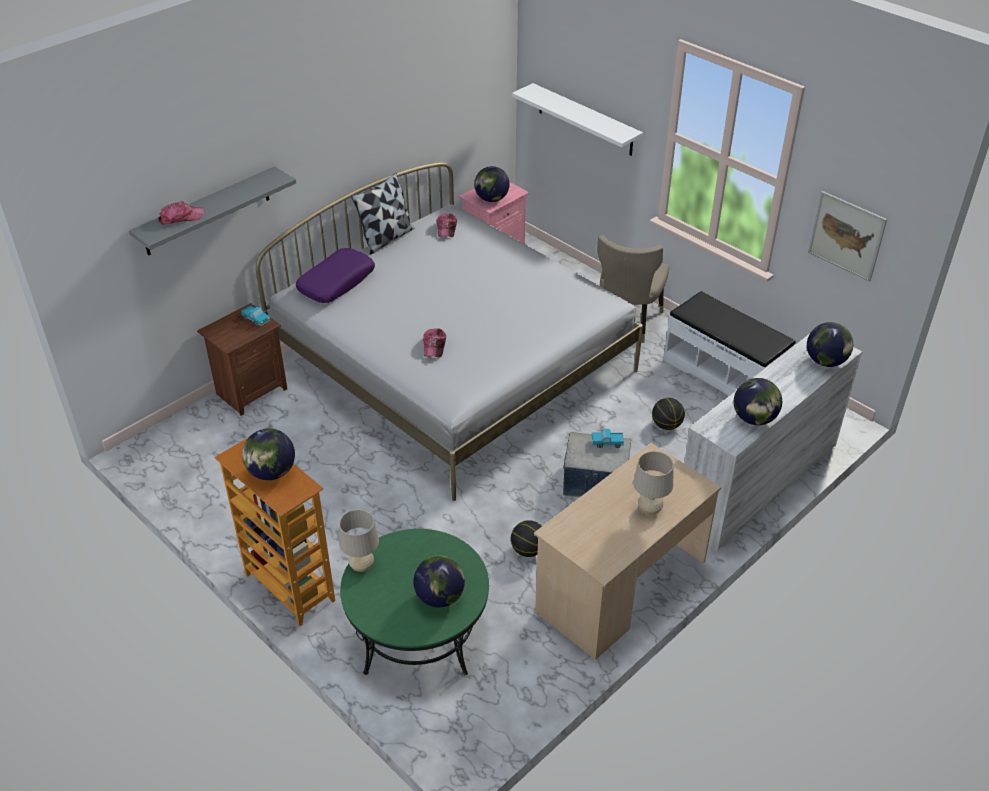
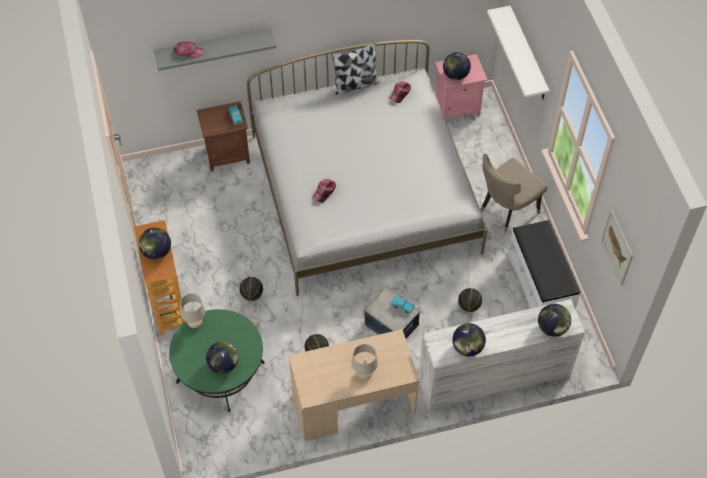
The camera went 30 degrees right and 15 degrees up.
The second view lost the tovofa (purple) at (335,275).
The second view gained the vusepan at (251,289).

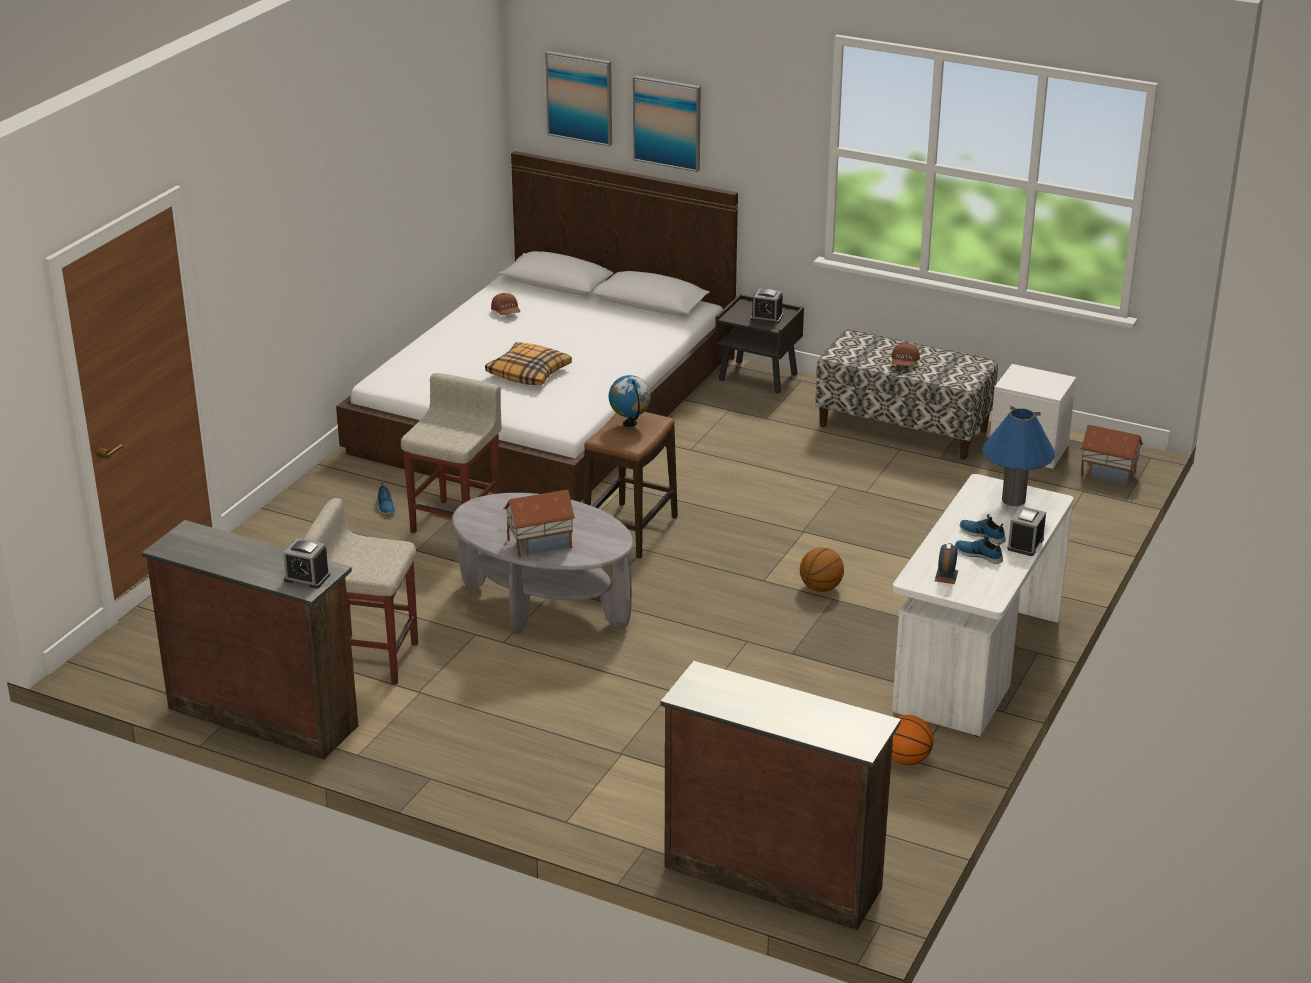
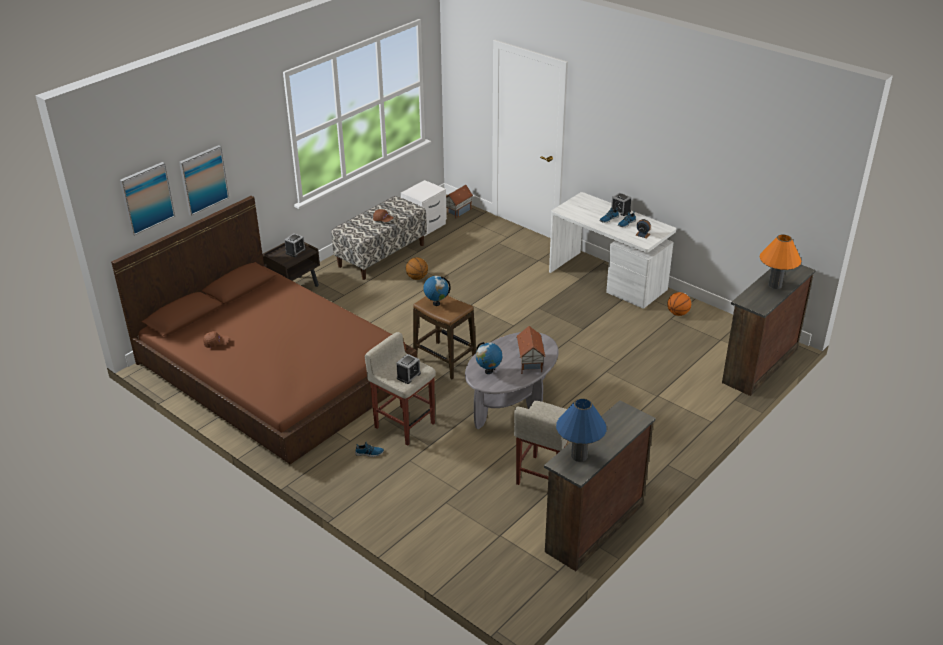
The camera went 75 degrees left and 5 degrees up.
The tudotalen ended up elsewhere, having gone from (306,563) to (408,369).
What was the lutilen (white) at (537,326) turned into the lutilen (brown) at (264,330).
The second view lost the tovofa at (528,364).
The vusepan ended up elsewhere, having gone from (822,569) to (417,269).
The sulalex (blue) ended up elsewhere, having gone from (1019,457) to (581,430).
The second view gained the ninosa at (489,358).
The second view gained the sulalex (orange) at (780,261).

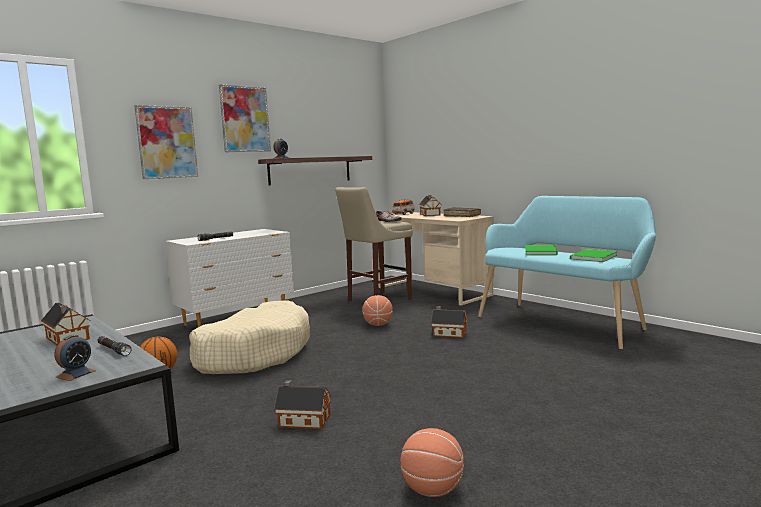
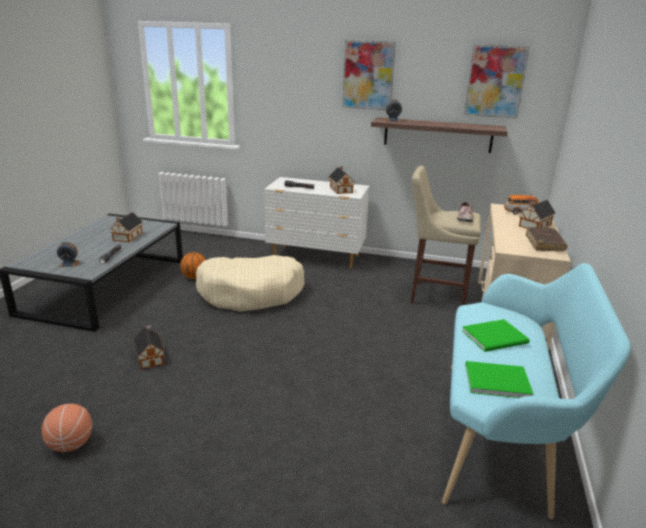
The camera went 55 degrees right and 15 degrees up.
The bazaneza ended up elsewhere, having gone from (166,142) to (497,81).
The second view lost the vusepan at (378,310).
The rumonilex ended up elsewhere, having gone from (449,322) to (341,180).

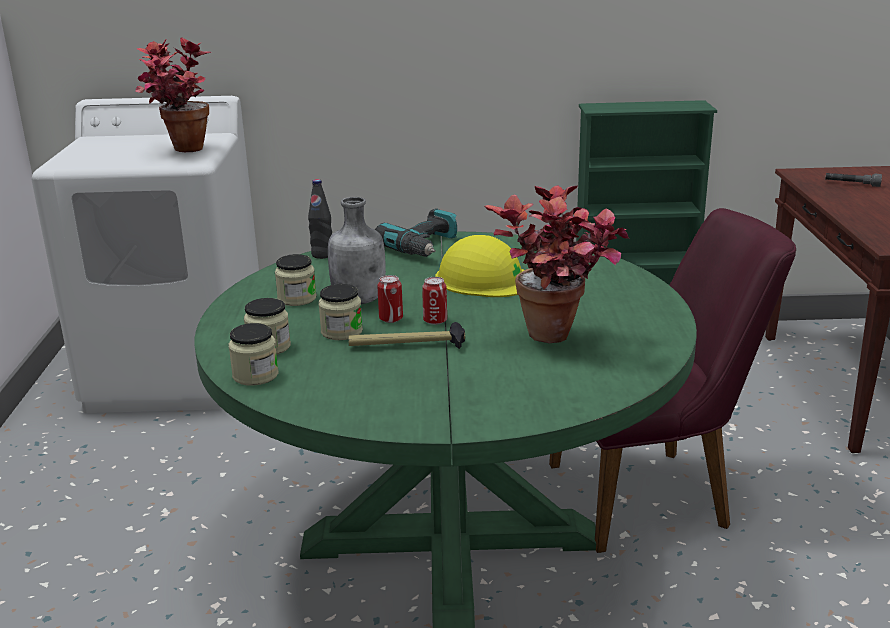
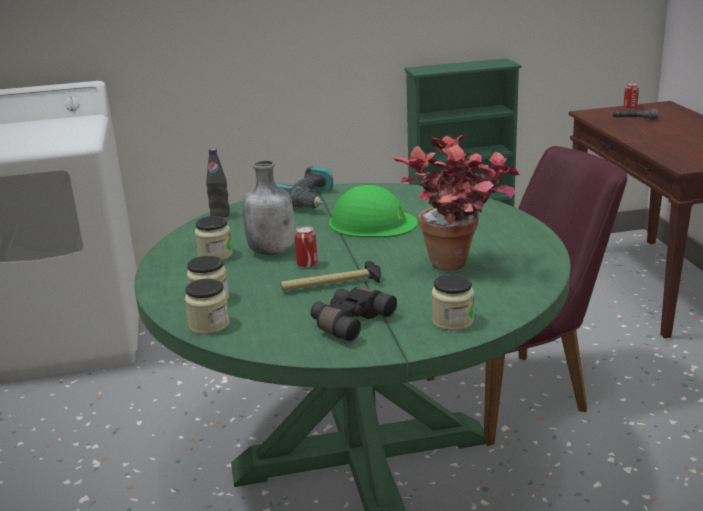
The camera went 10 degrees left and 0 degrees up.
The second view lost the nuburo at (173,94).
The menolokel ended up elsewhere, having gone from (341,312) to (453,302).
The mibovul ended up elsewhere, having gone from (434,301) to (631,96).
What was the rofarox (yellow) at (479,266) turned into the rofarox (green) at (373,211).
The second view gained the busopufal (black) at (354,314).

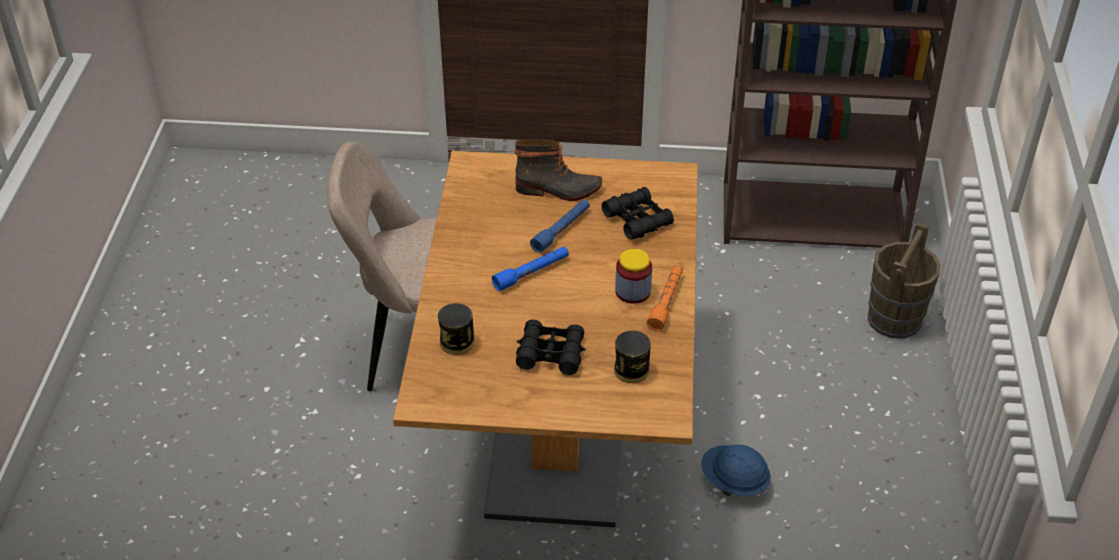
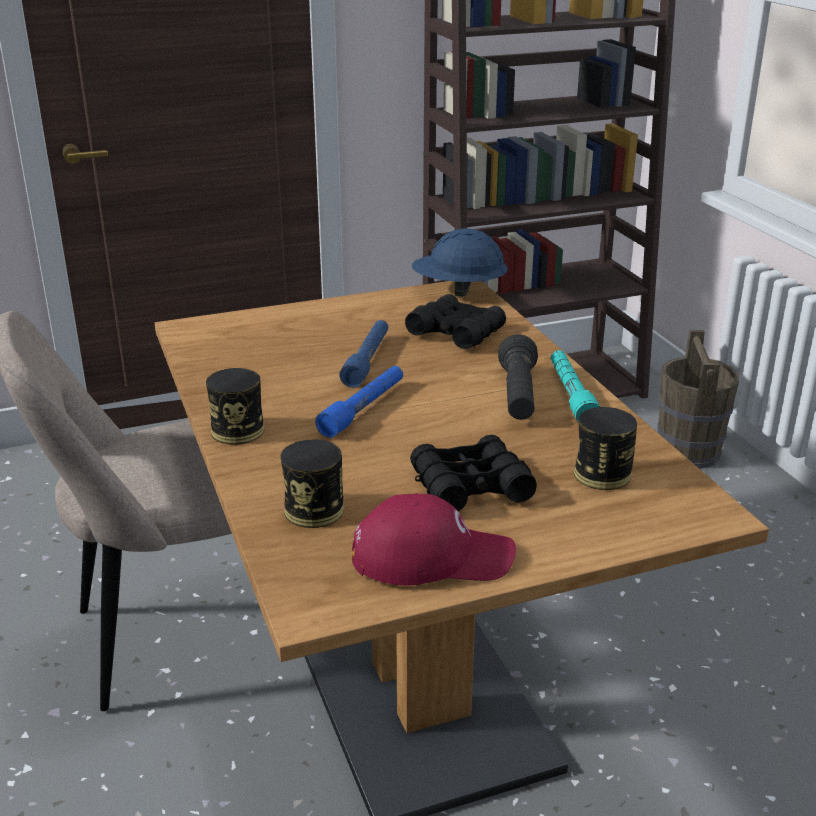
The camera went 25 degrees left and 15 degrees down.
The second view lost the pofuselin at (558,170).
Where the menolokel stood at (633,276), the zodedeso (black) came to stand at (518,377).
What was the zodedeso (orange) at (665,297) turned into the zodedeso (turquoise) at (575,386).
The rofarox (blue) ended up elsewhere, having gone from (736,470) to (460,262).
The second view gained the mibovul at (235,406).
The second view gained the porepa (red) at (434,539).

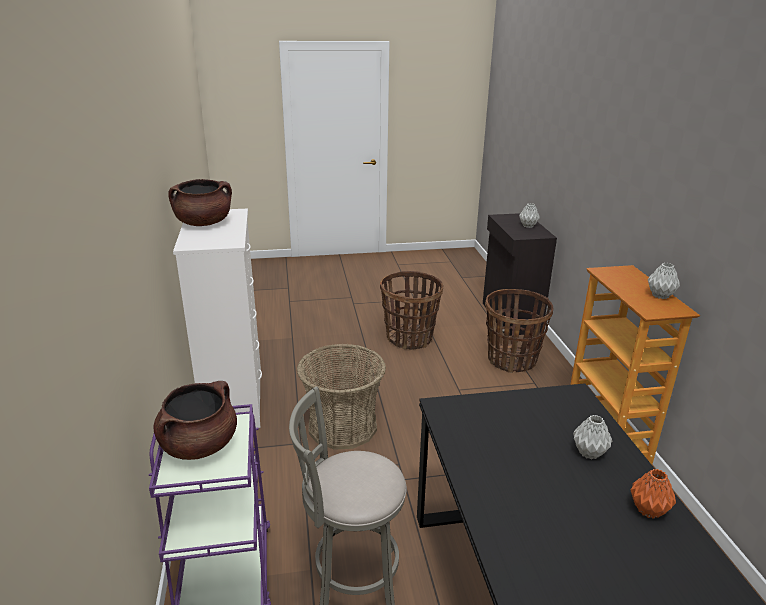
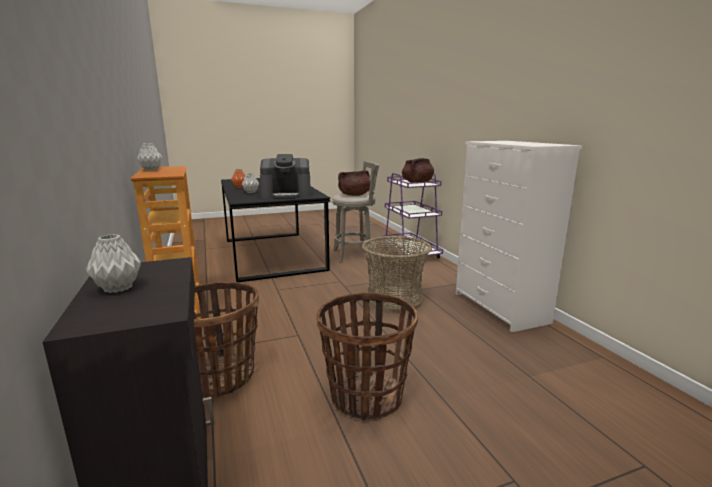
The camera went 170 degrees right and 10 degrees down.
The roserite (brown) ended up elsewhere, having gone from (200,202) to (354,183).
The second view gained the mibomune at (285,176).

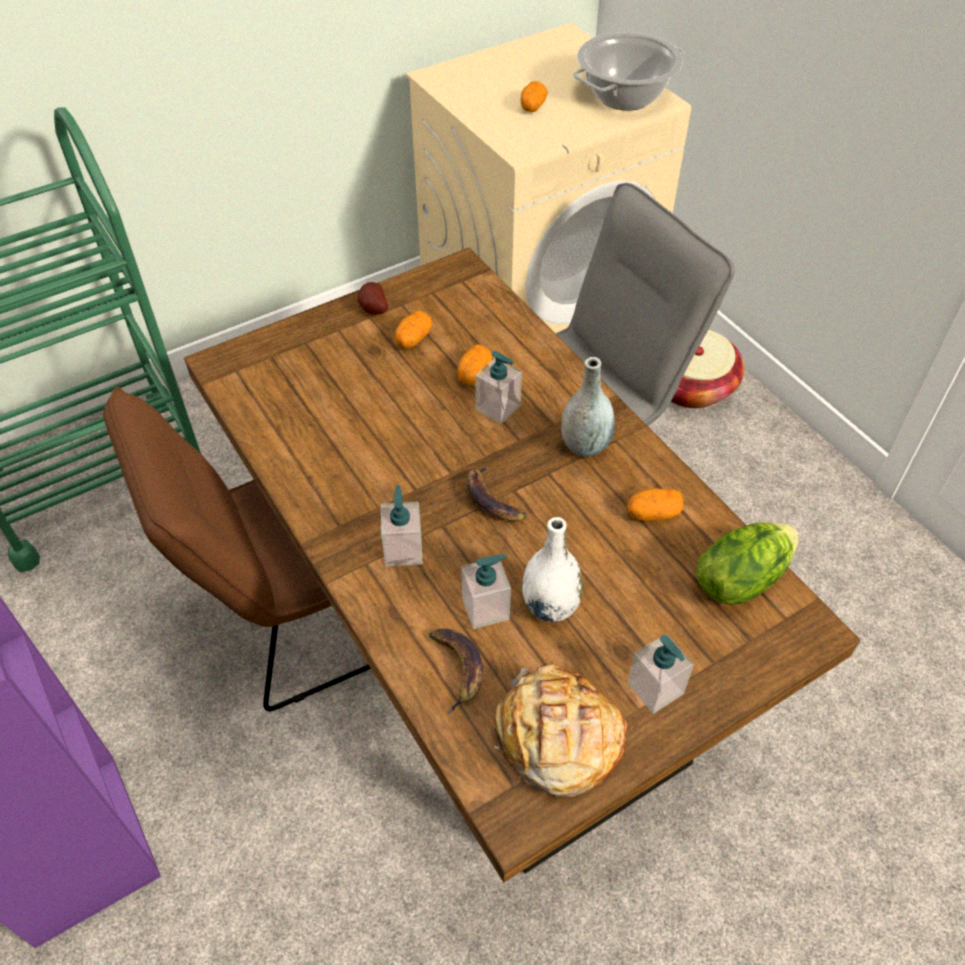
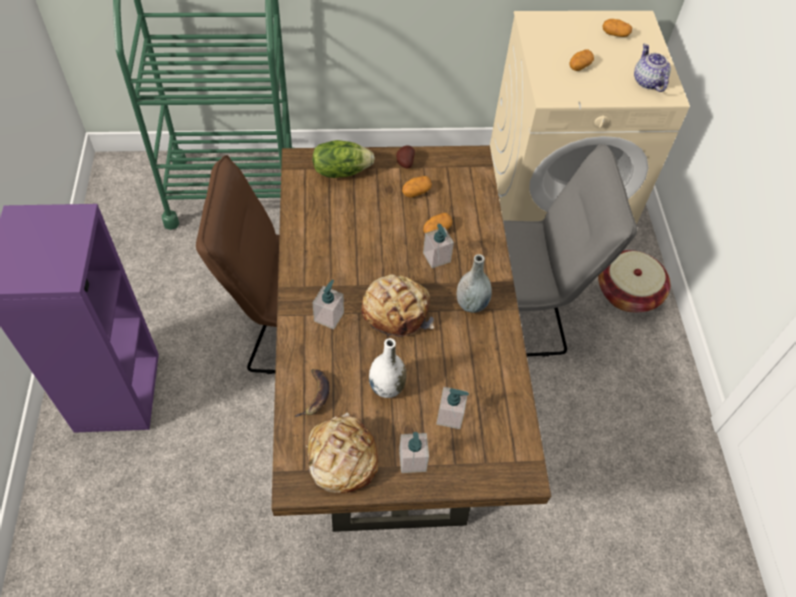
The camera went 25 degrees right and 5 degrees up.
The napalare ended up elsewhere, having gone from (486,591) to (452,408).
Where the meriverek stood at (496,493), the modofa came to stand at (397,305).
Where the roserite stood at (628,71), the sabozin came to stand at (652,67).
The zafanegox ended up elsewhere, having gone from (655,504) to (617,28).
The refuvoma ended up elsewhere, having gone from (747,563) to (343,159).

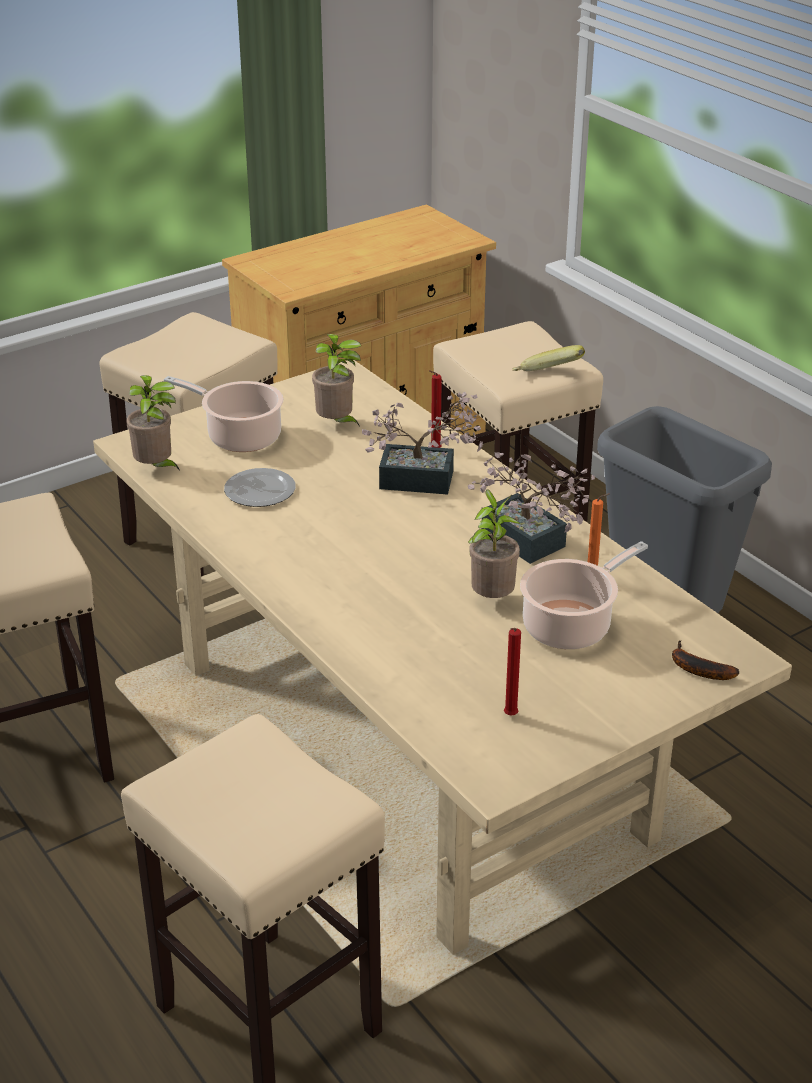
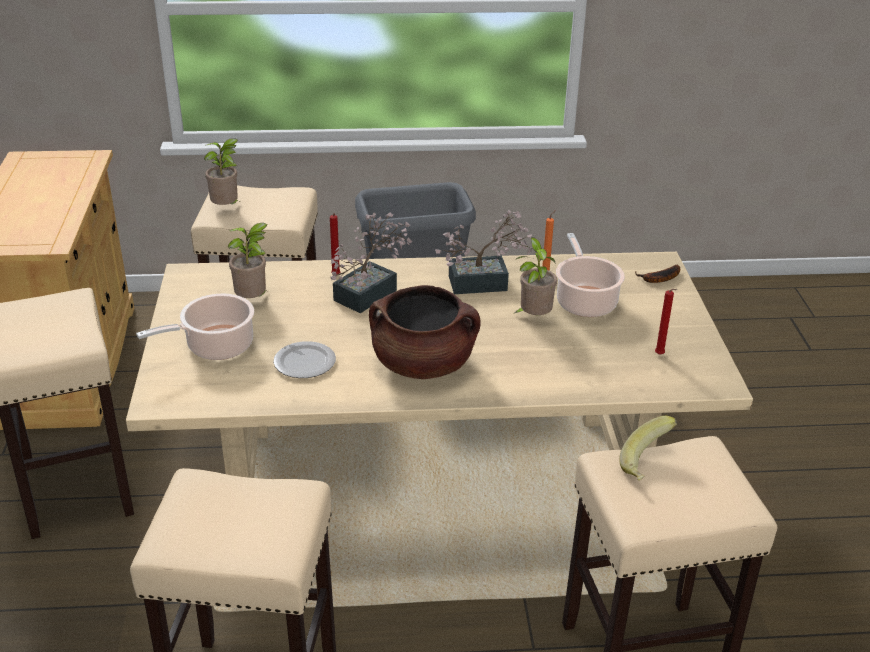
The camera went 60 degrees left and 0 degrees up.
The nuburo ended up elsewhere, having gone from (153,423) to (221,171).
The meriverek ended up elsewhere, having gone from (548,358) to (648,448).
The second view gained the roserite (brown) at (425,332).

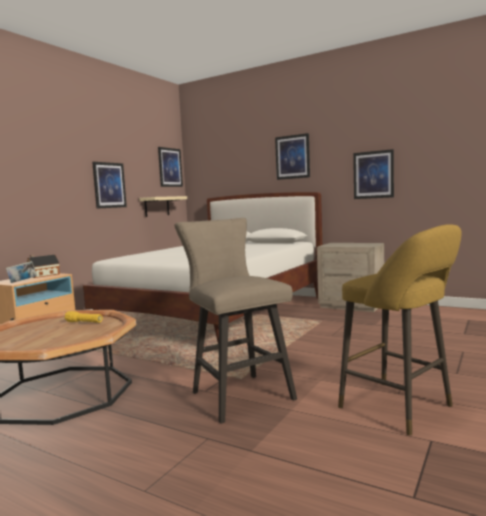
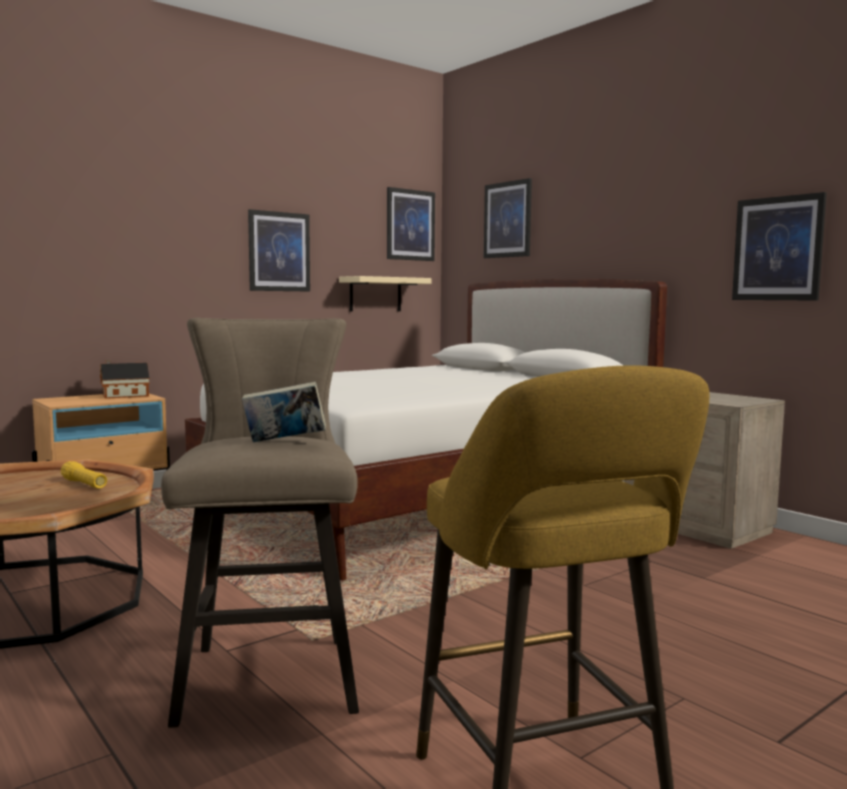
The camera went 20 degrees right and 0 degrees up.
The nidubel ended up elsewhere, having gone from (21,272) to (284,412).
The bazaneza ended up elsewhere, having gone from (292,156) to (508,218).

